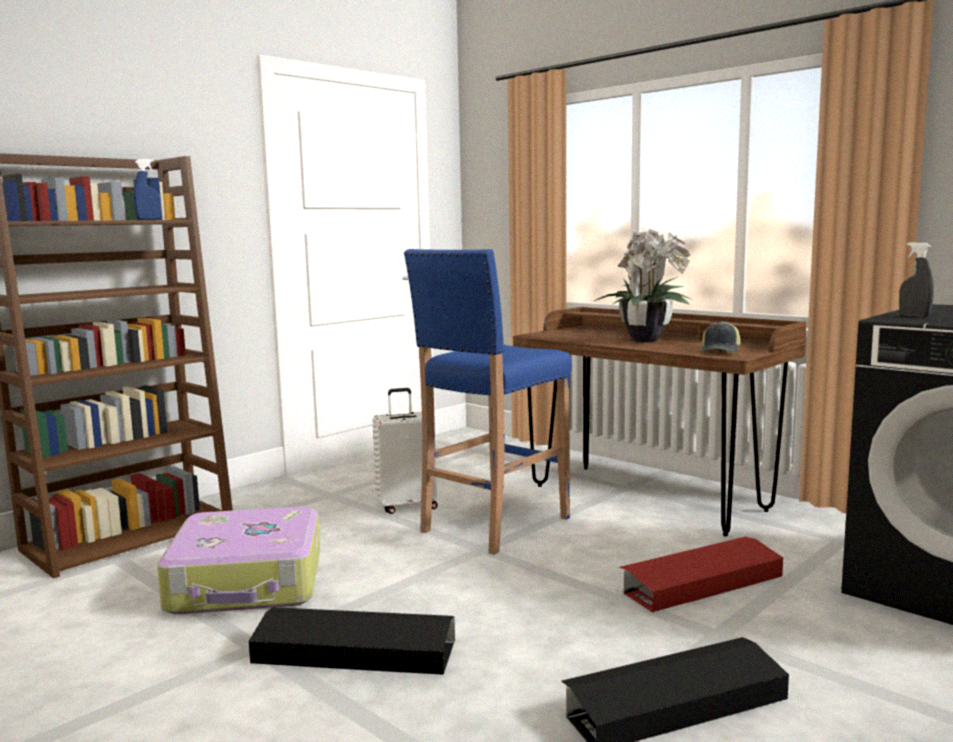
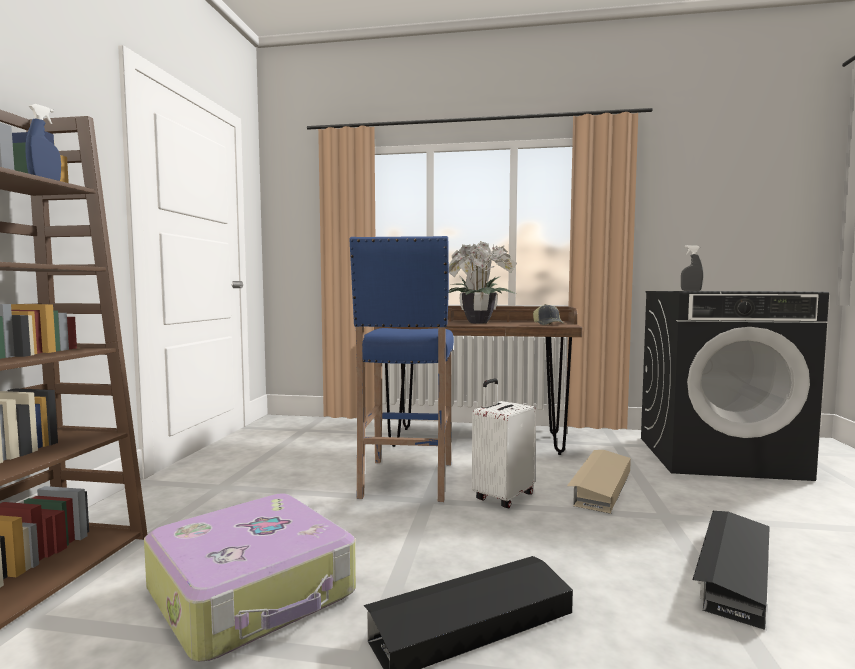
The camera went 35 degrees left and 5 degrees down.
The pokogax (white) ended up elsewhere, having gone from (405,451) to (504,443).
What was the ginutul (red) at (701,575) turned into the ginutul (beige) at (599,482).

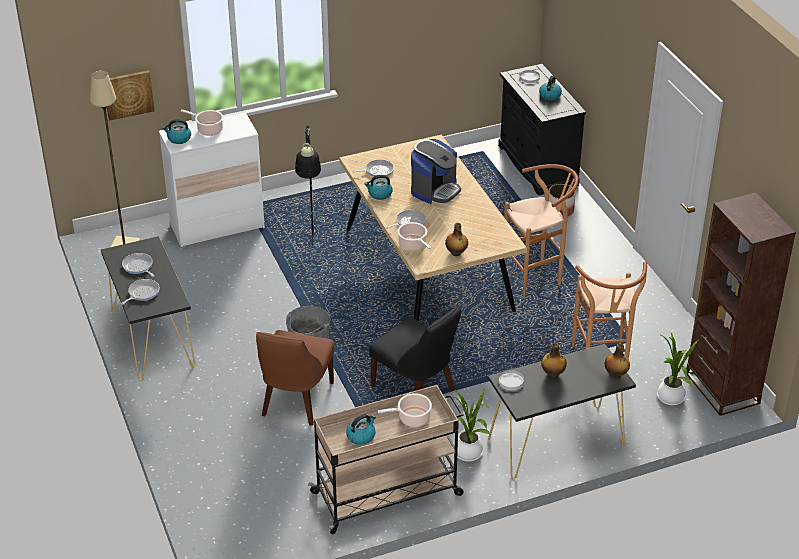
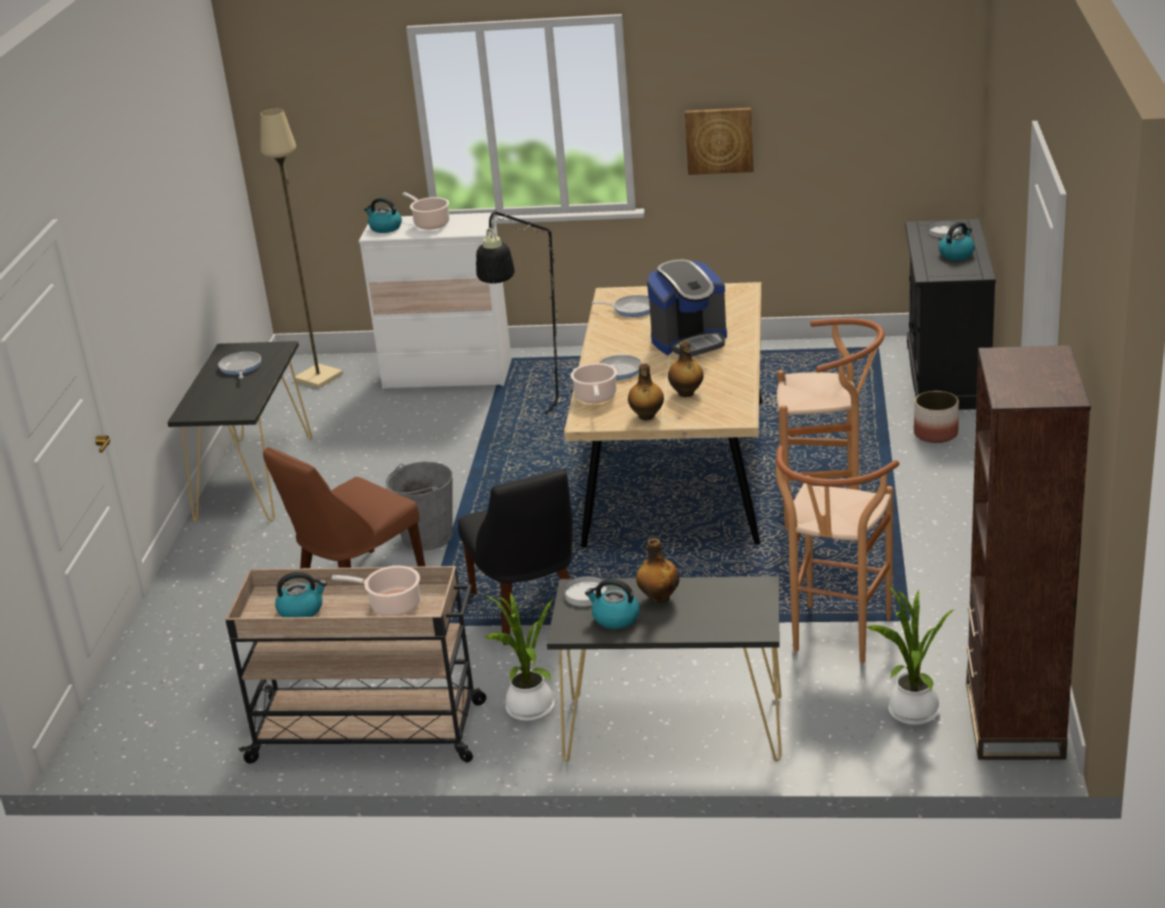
The camera went 30 degrees right and 10 degrees down.
The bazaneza ended up elsewhere, having gone from (131,95) to (719,141).
The second view lost the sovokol at (140,292).
The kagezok ended up elsewhere, having gone from (379,187) to (612,604).
The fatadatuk ended up elsewhere, having gone from (617,361) to (686,369).

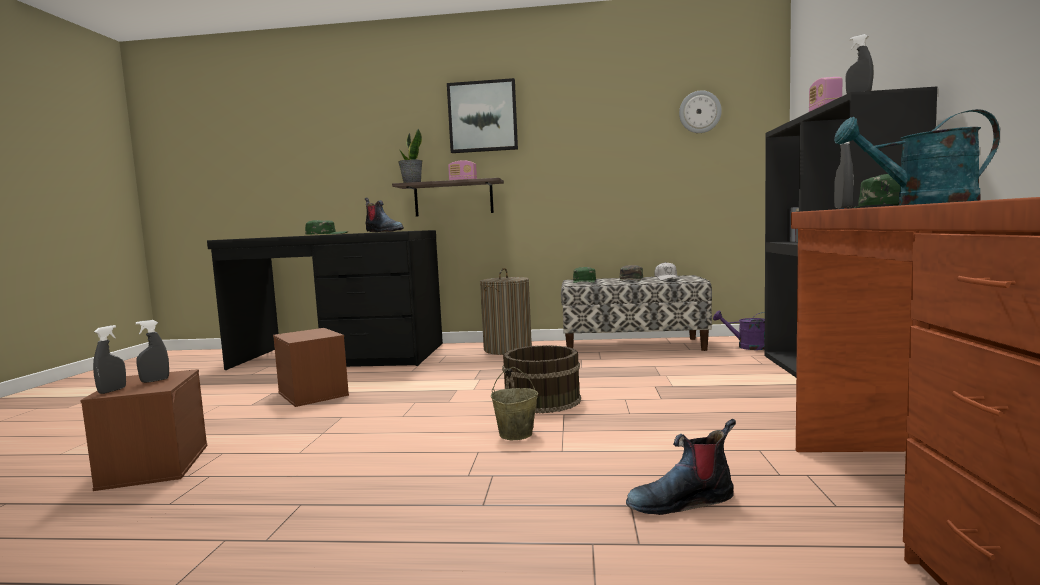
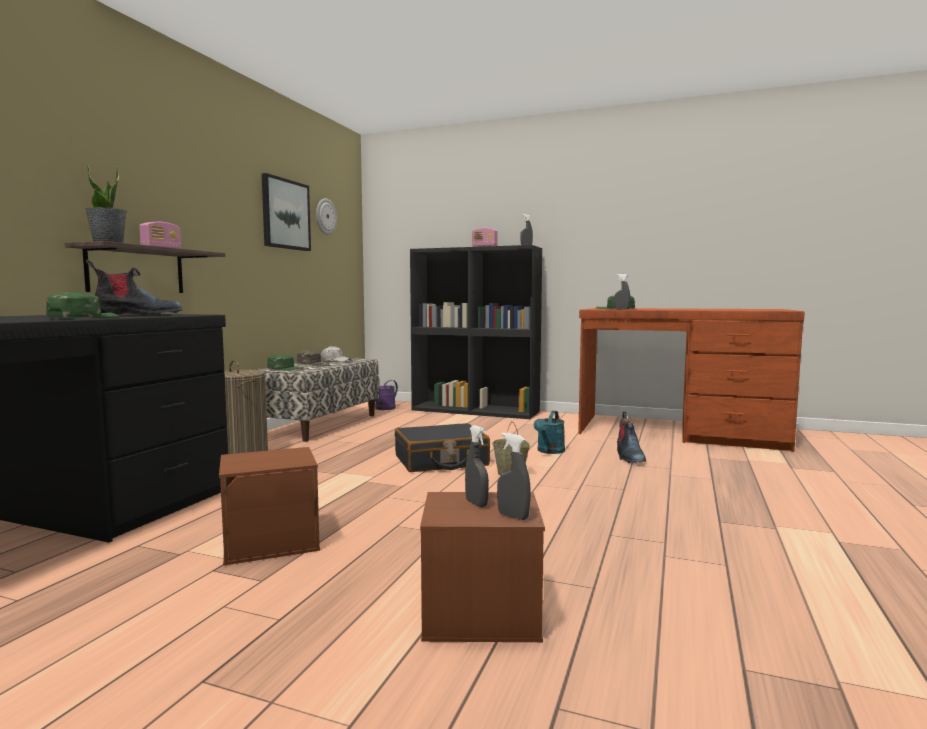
The camera went 75 degrees left and 0 degrees up.
The bazaneza ended up elsewhere, having gone from (482,115) to (286,212).
Where the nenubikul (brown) stood at (541,379), the pokogax (black) came to stand at (442,447).
The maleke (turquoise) ended up elsewhere, having gone from (917,157) to (549,432).

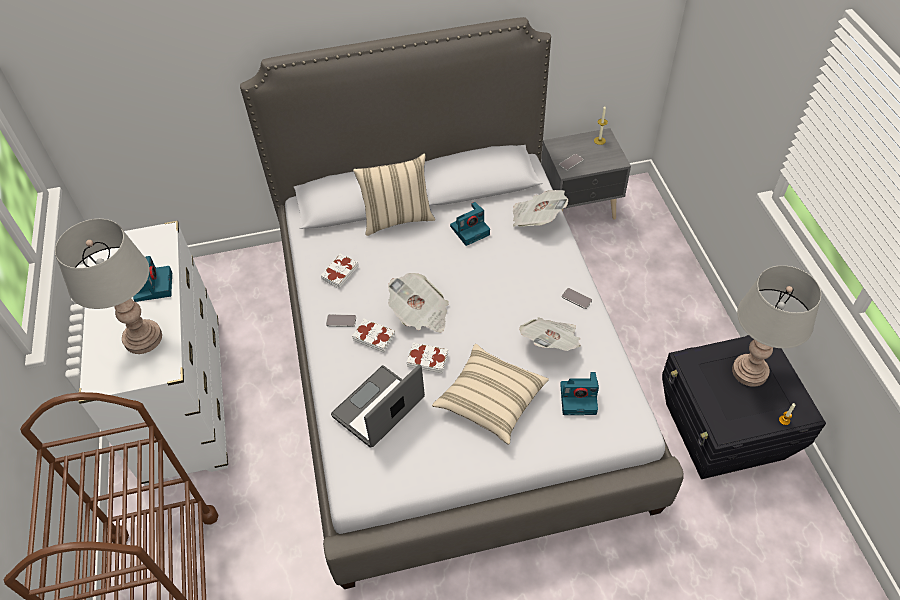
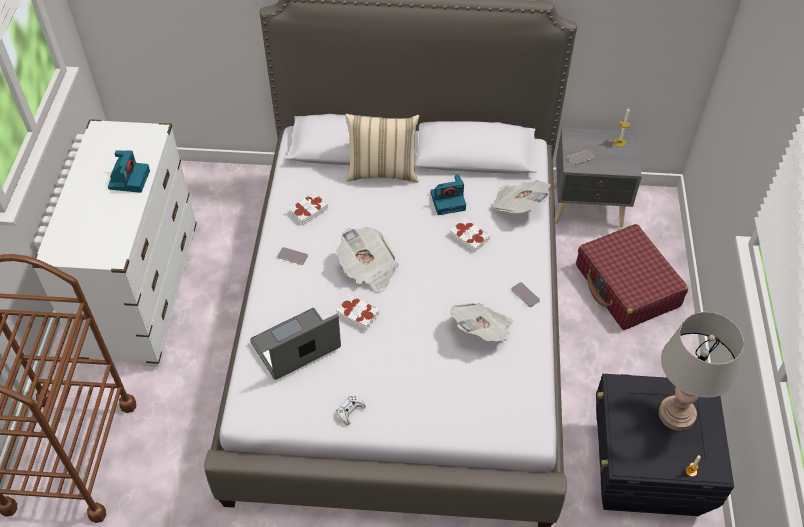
The camera went 15 degrees right and 0 degrees up.
The second view lost the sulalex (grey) at (108,286).
The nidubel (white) ended up elsewhere, having gone from (373,336) to (470,234).
The second view lost the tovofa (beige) at (490,394).
The second view lost the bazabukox at (579,393).
The second view gained the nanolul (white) at (351,410).
The second view gained the pokogax (red) at (632,277).

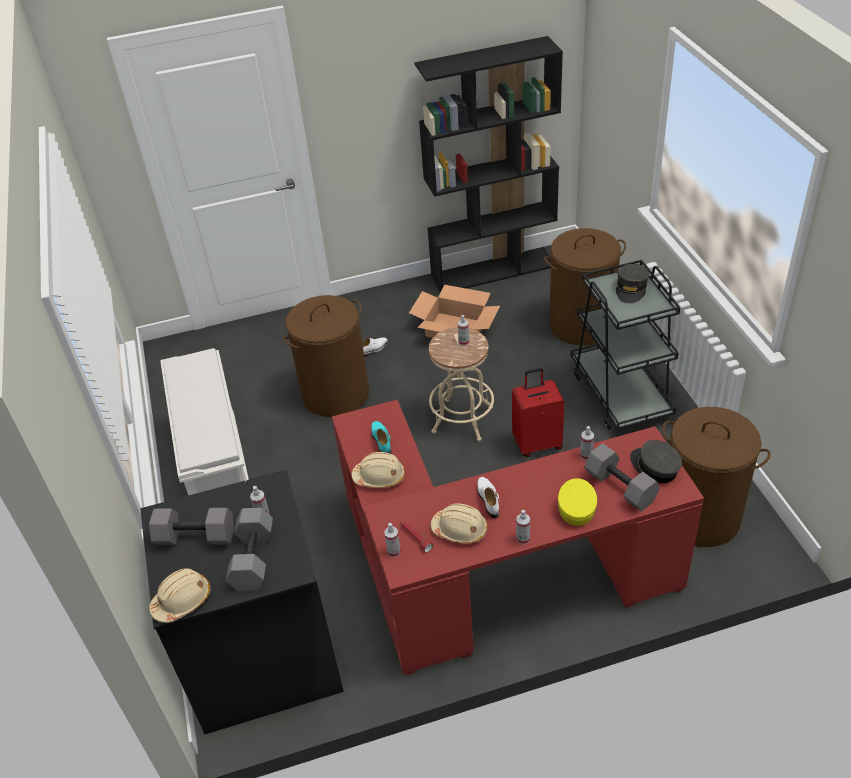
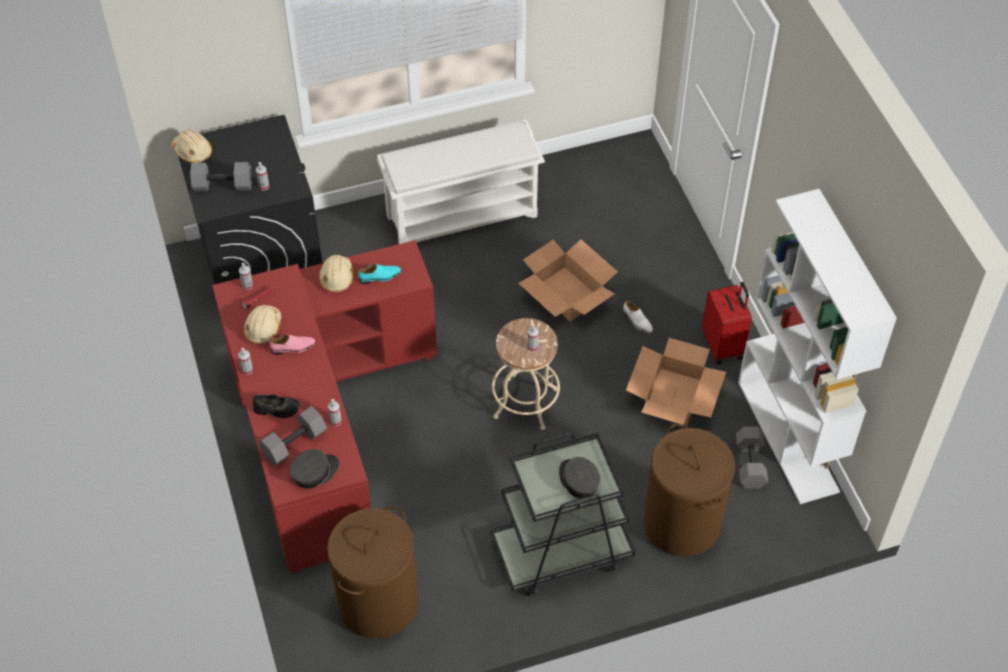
The camera went 85 degrees right and 10 degrees up.
The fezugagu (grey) ended up elsewhere, having gone from (191,526) to (752,457).
Where the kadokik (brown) stood at (325,356), the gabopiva came to stand at (568,280).
What was the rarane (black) at (488,164) turned into the rarane (white) at (817,346).
What was the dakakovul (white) at (489,497) turned into the dakakovul (pink) at (293,345).
The pokogax (red) ended up elsewhere, having gone from (538,412) to (727,323).
Where the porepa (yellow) stood at (577,502), the dakakovul (black) came to stand at (276,406).
The porepa (grey) at (632,283) ended up facing another way, 45 degrees clockwise from before.

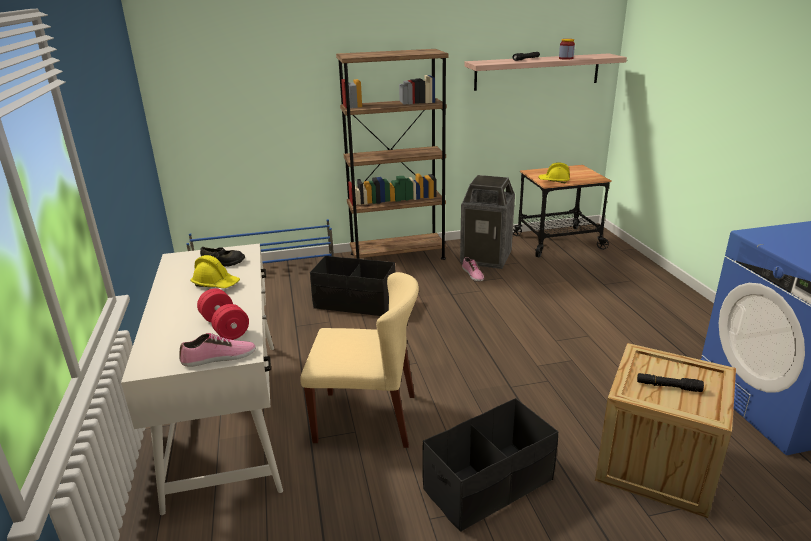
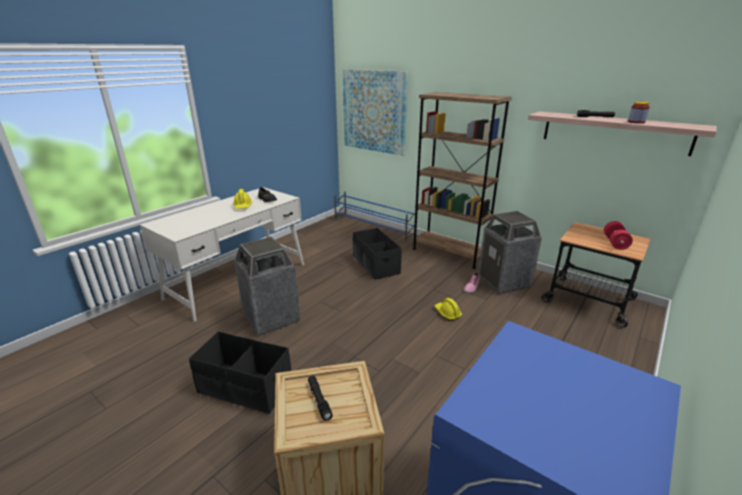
The camera went 50 degrees right and 0 degrees up.
The second view lost the dakakovul at (217,350).
The fezugagu (red) ended up elsewhere, having gone from (223,314) to (618,235).
Where the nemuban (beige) stood at (359,360), the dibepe came to stand at (267,286).
The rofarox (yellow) ended up elsewhere, having gone from (554,173) to (448,309).
The second view gained the bazaneza at (375,112).

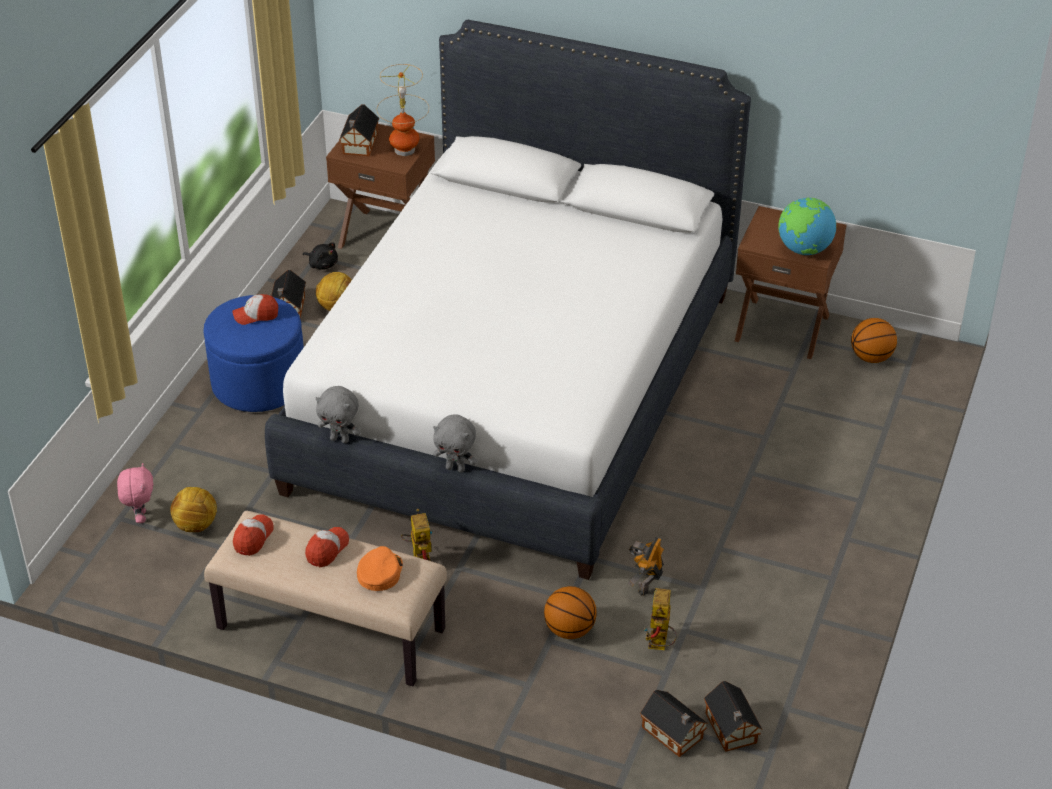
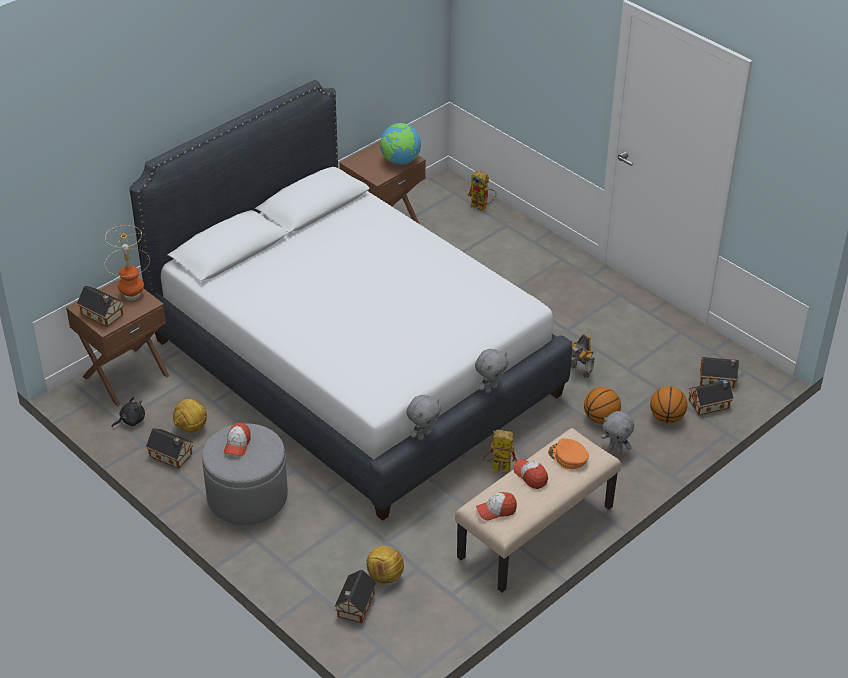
The camera went 65 degrees left and 0 degrees up.
Where the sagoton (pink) stood at (135,493), the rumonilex came to stand at (355,596).
What was the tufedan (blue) at (253,353) turned into the tufedan (grey) at (245,474).
The porepa at (253,535) ended up facing another way, 60 degrees counterclockwise from before.
The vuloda ended up elsewhere, having gone from (660,619) to (482,190).
The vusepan ended up elsewhere, having gone from (874,340) to (668,404).
The second view gained the sagoton (grey) at (617,432).

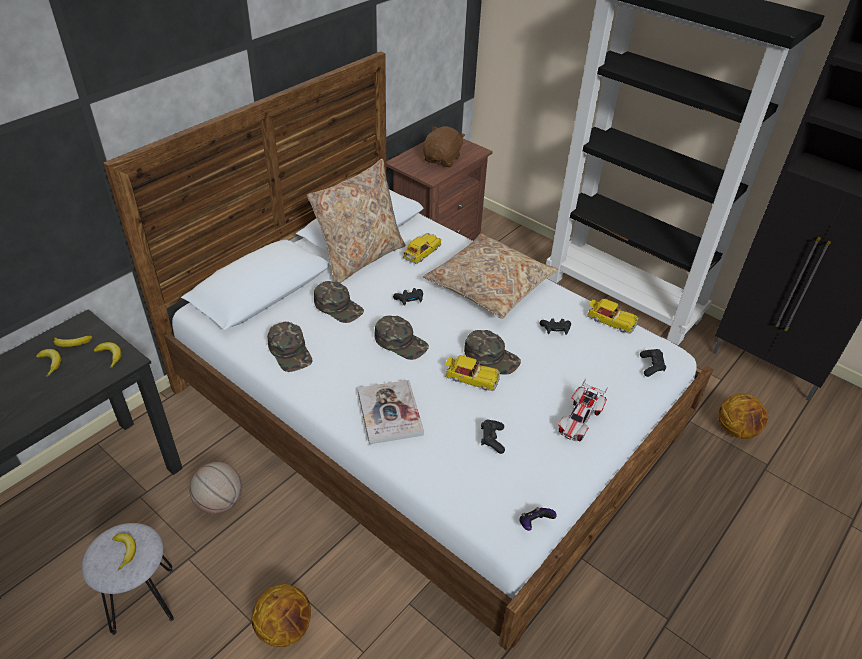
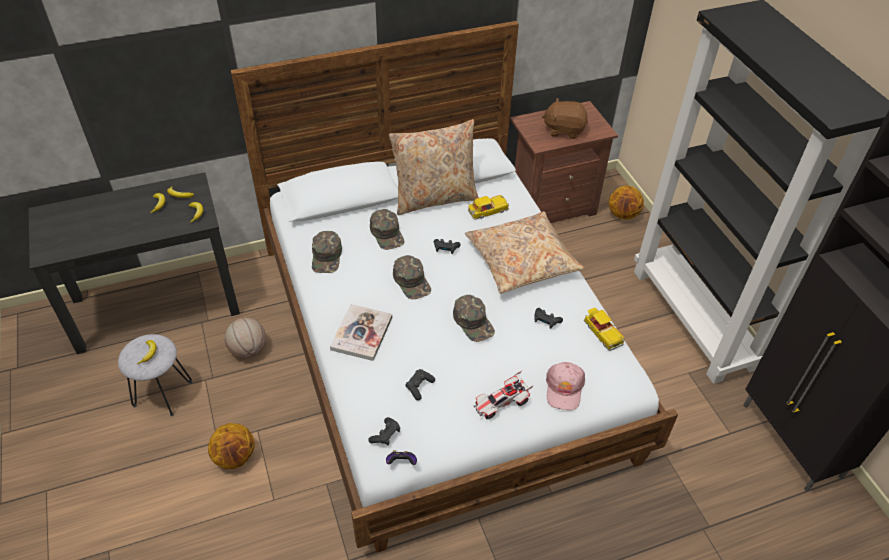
The camera went 30 degrees right and 5 degrees up.
The sagoton (brown) at (444,146) ended up facing another way, 135 degrees counterclockwise from before.
The second view lost the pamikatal at (472,373).
The nanolul (black) ended up elsewhere, having gone from (653,363) to (384,431).
The vusepan ended up elsewhere, having gone from (743,416) to (626,202).
The second view gained the porepa (pink) at (565,386).

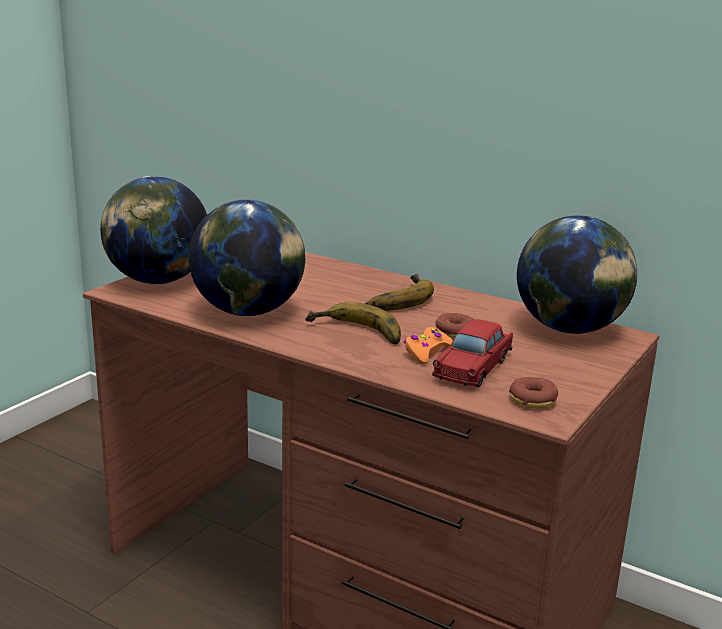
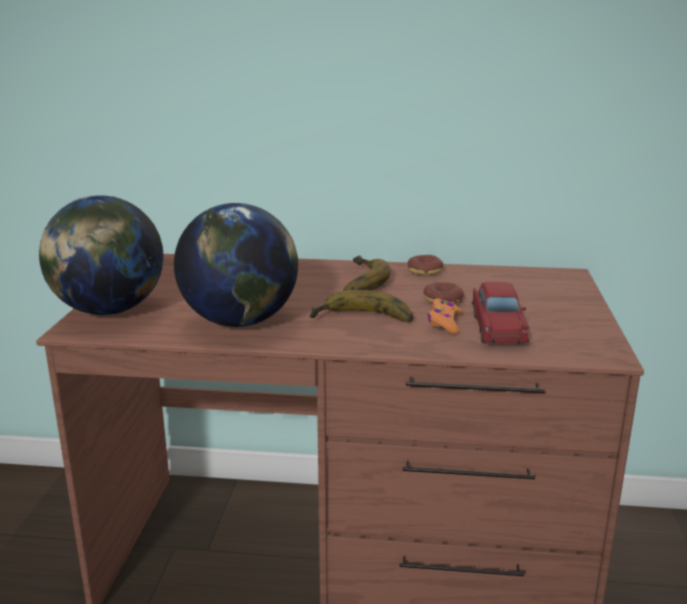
The camera went 25 degrees left and 0 degrees up.
The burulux ended up elsewhere, having gone from (533,392) to (425,265).
The second view lost the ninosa at (577,274).

